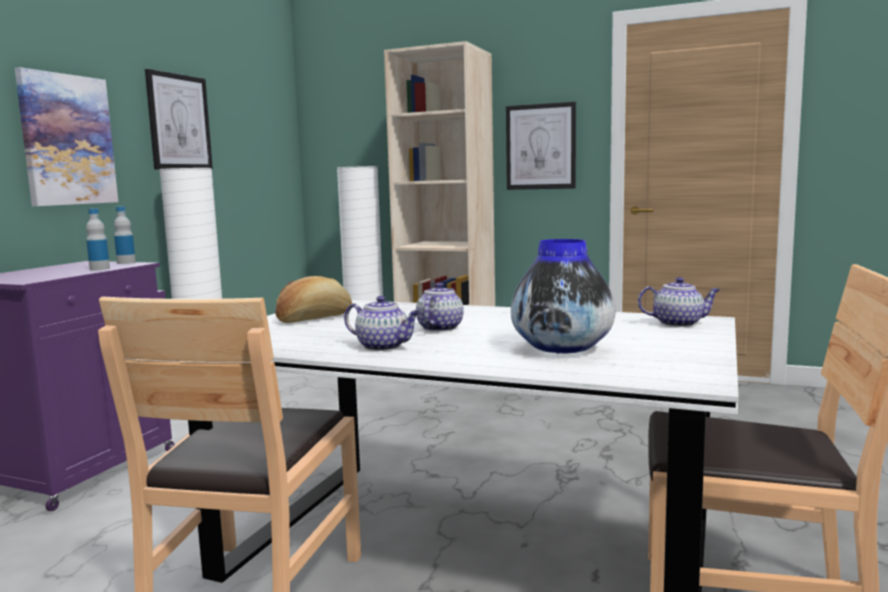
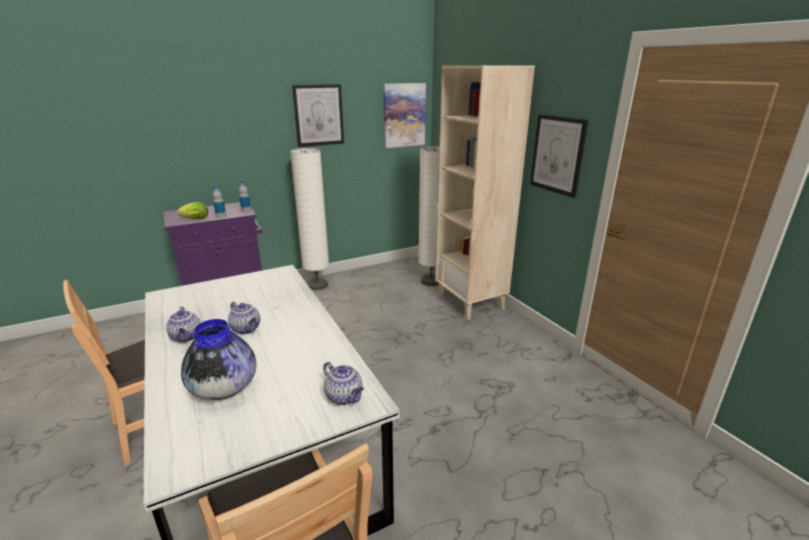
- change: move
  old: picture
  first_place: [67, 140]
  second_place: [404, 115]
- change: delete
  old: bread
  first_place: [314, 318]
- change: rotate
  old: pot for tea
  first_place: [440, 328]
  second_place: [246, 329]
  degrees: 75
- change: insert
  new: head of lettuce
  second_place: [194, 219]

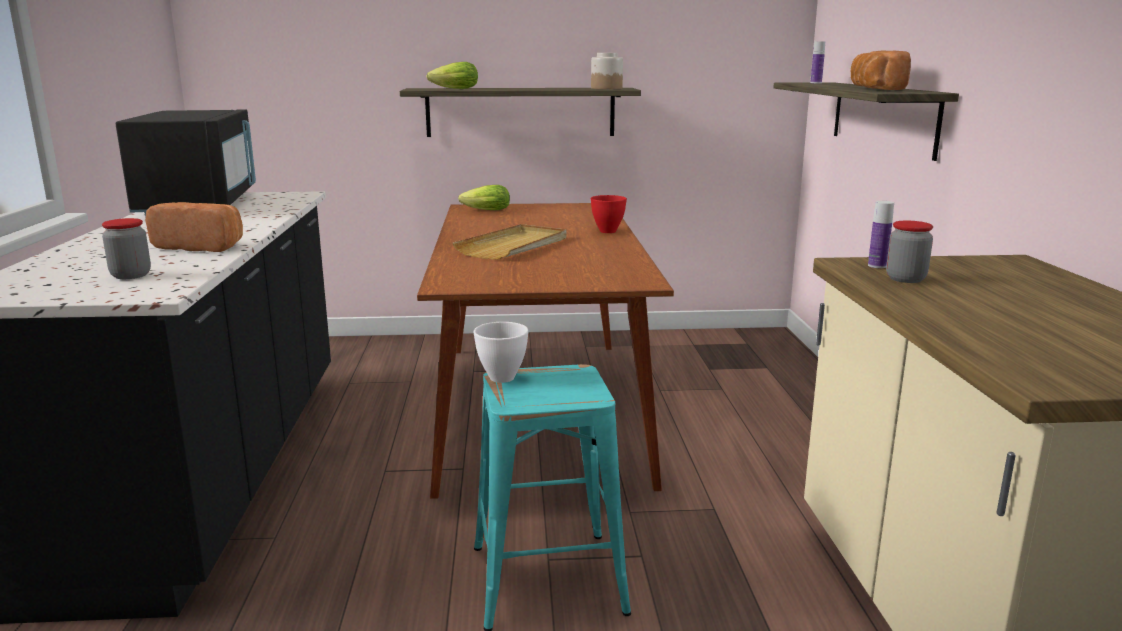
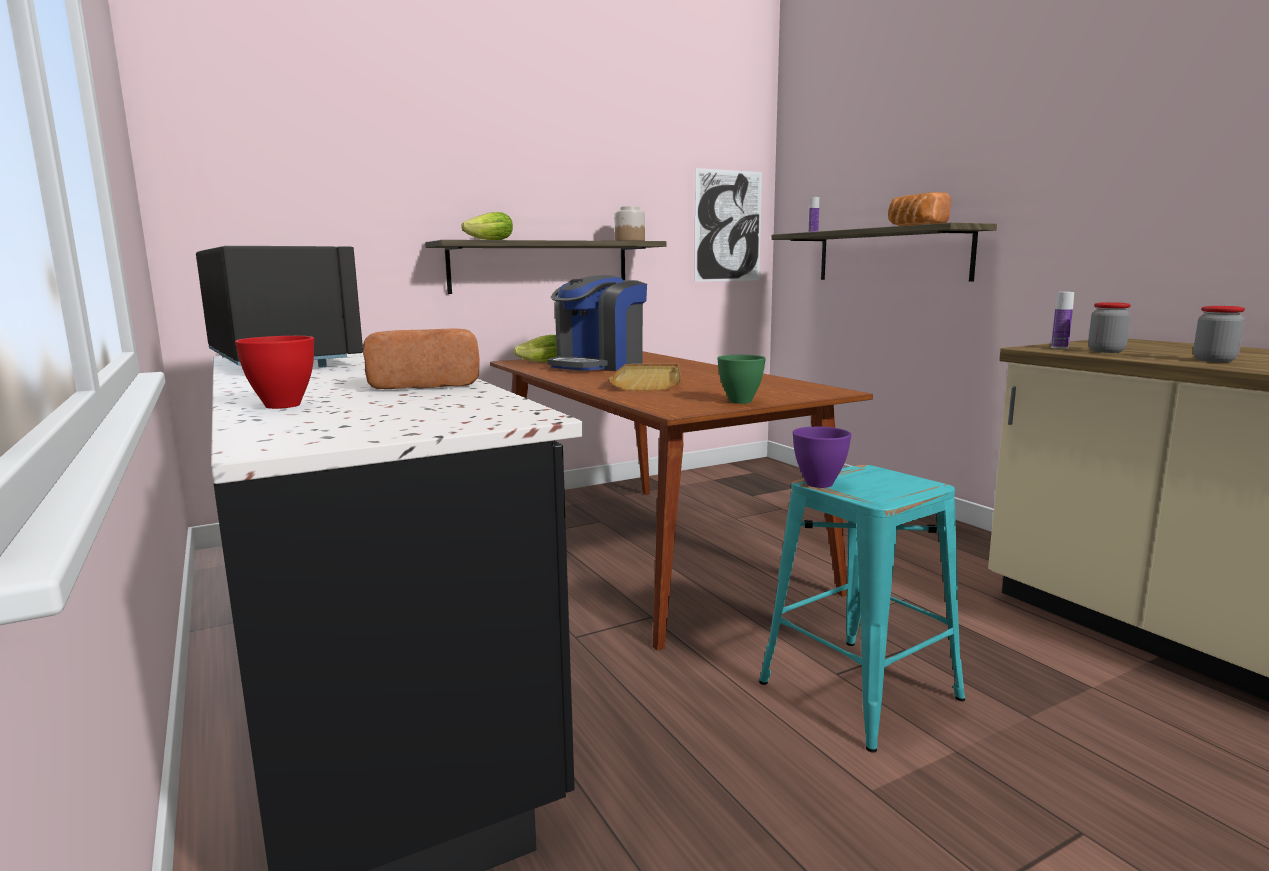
- change: move
  old: bowl/red-coloured
  first_place: [607, 231]
  second_place: [281, 406]
- change: move
  old: jar
  first_place: [131, 275]
  second_place: [1214, 360]
- change: recolor
  old: bowl/white-coloured
  new: bowl/purplish
  first_place: [501, 378]
  second_place: [819, 484]
- change: insert
  new: picture
  second_place: [728, 226]
- change: insert
  new: coffee brewer
  second_place: [599, 365]
- change: insert
  new: bowl/green-coloured
  second_place: [739, 401]

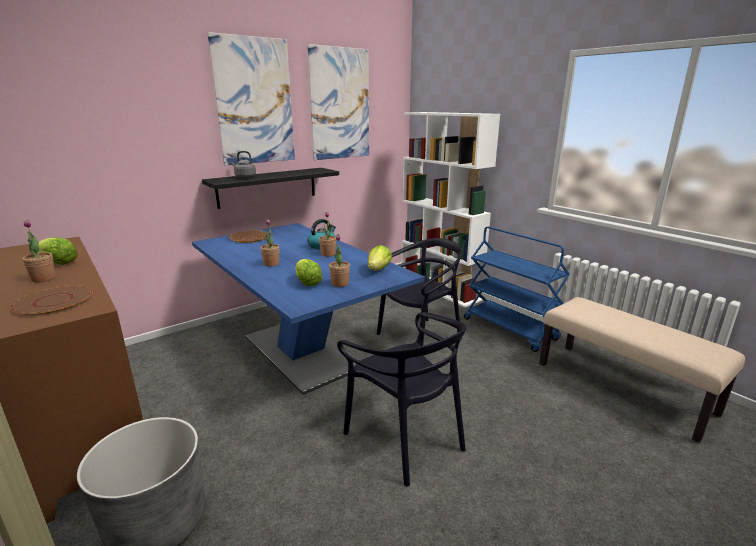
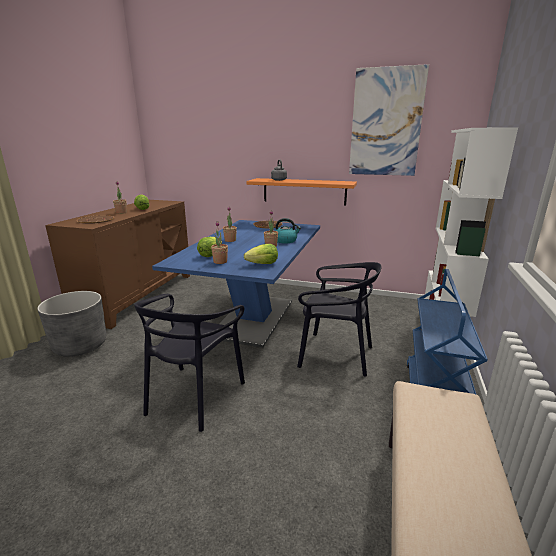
- change: delete
  old: picture
  first_place: [255, 102]
- change: recolor
  old: shelf/black-coloured
  new: shelf/orangey
  first_place: [267, 187]
  second_place: [304, 191]

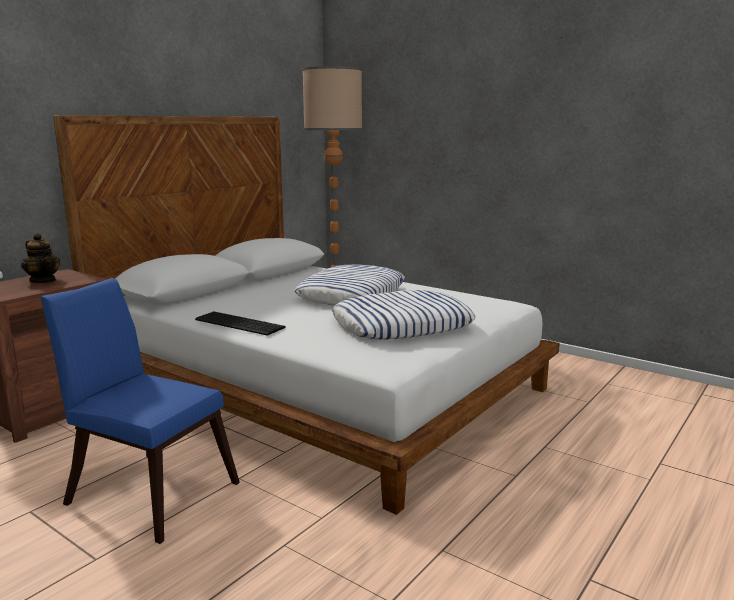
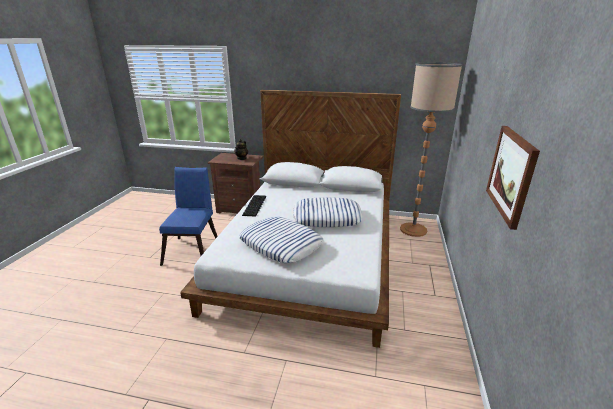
- change: insert
  new: picture
  second_place: [511, 174]

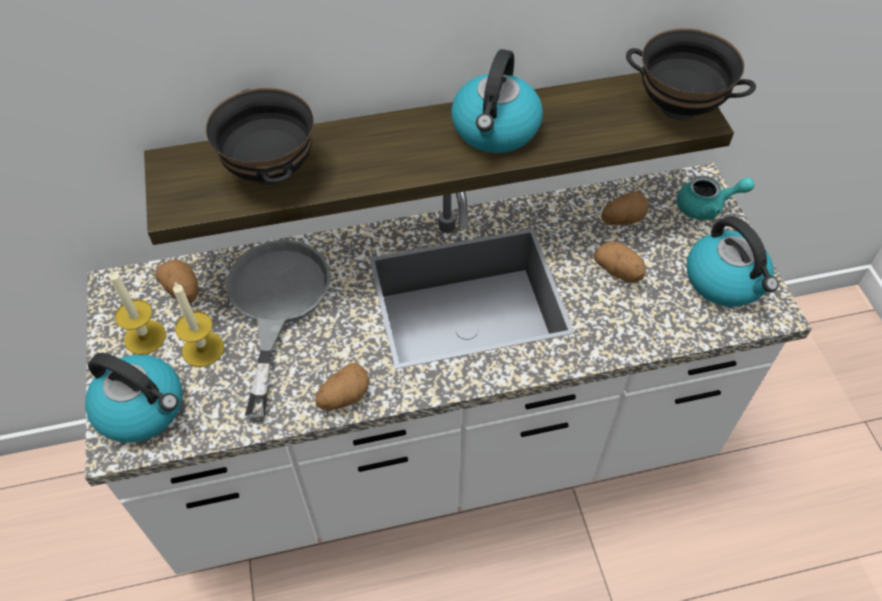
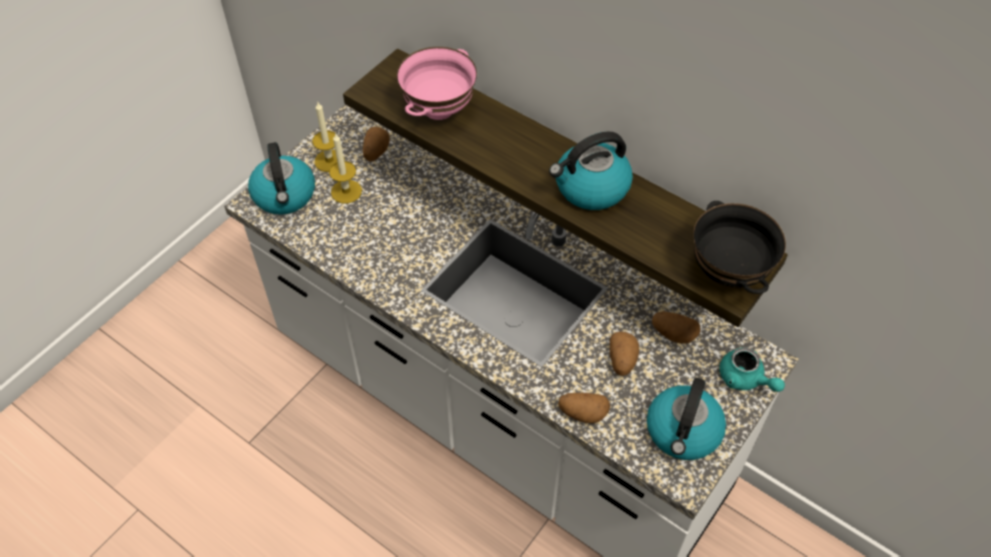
- change: recolor
  old: bowl/black-coloured
  new: bowl/pink-coloured
  first_place: [272, 171]
  second_place: [439, 110]
- change: delete
  old: skillet/gray
  first_place: [276, 304]
- change: move
  old: spud
  first_place: [343, 396]
  second_place: [582, 413]

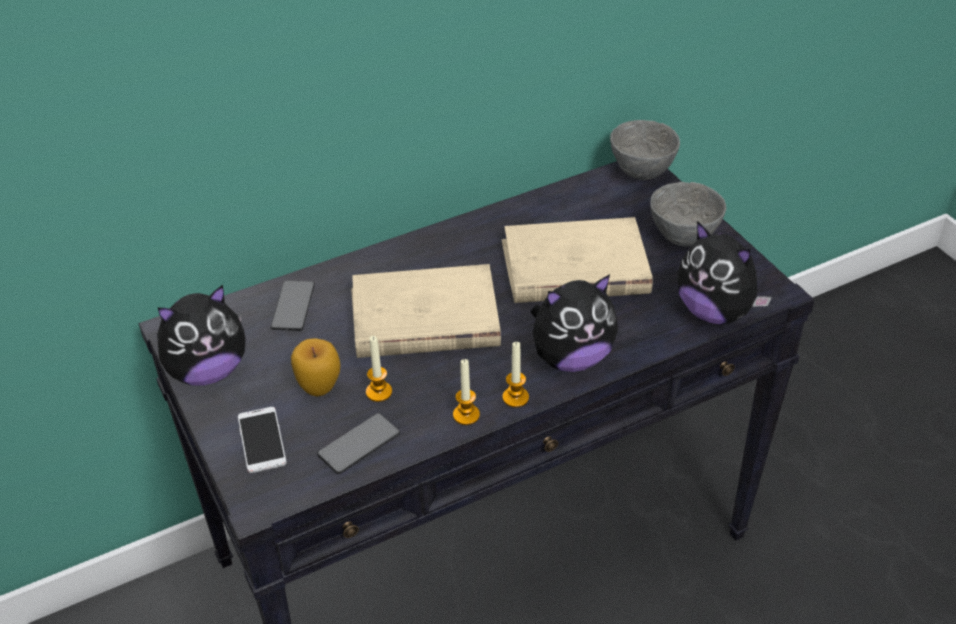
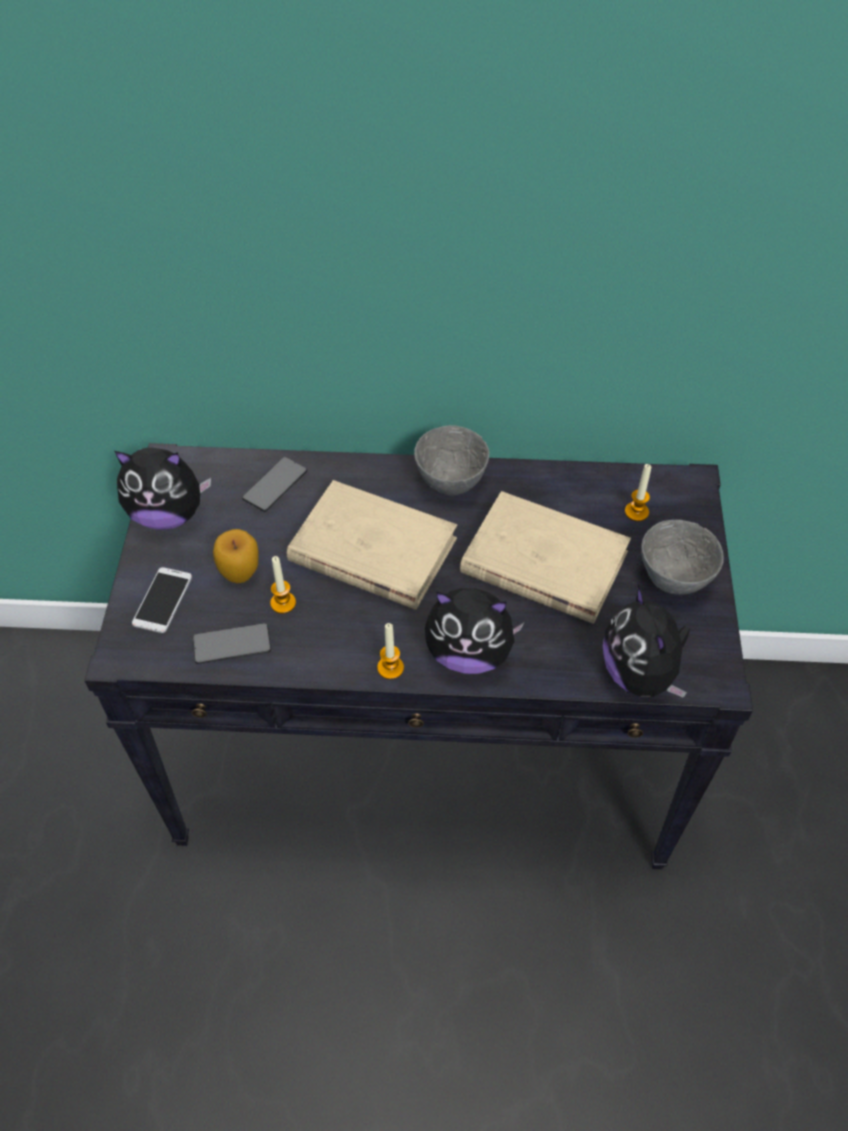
- change: move
  old: bowl/gray
  first_place: [641, 173]
  second_place: [449, 483]
- change: move
  old: wax light
  first_place: [466, 415]
  second_place: [636, 512]

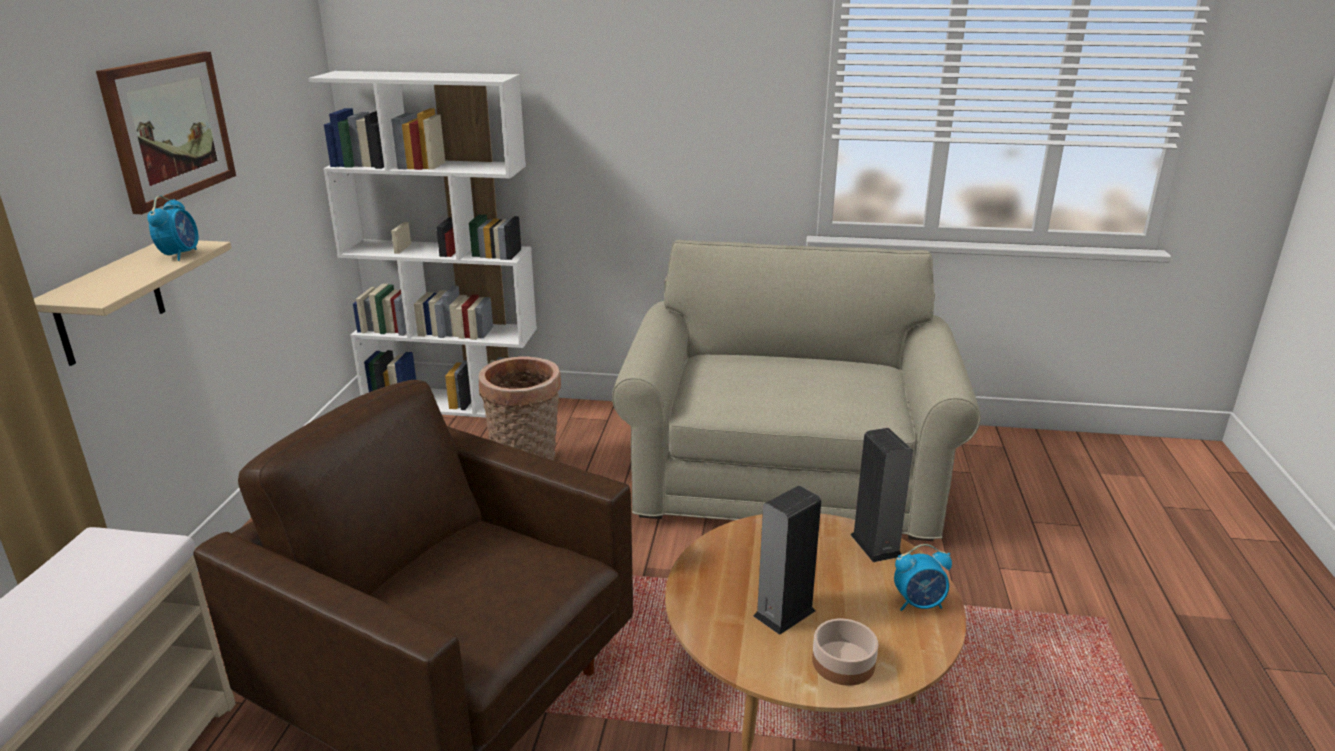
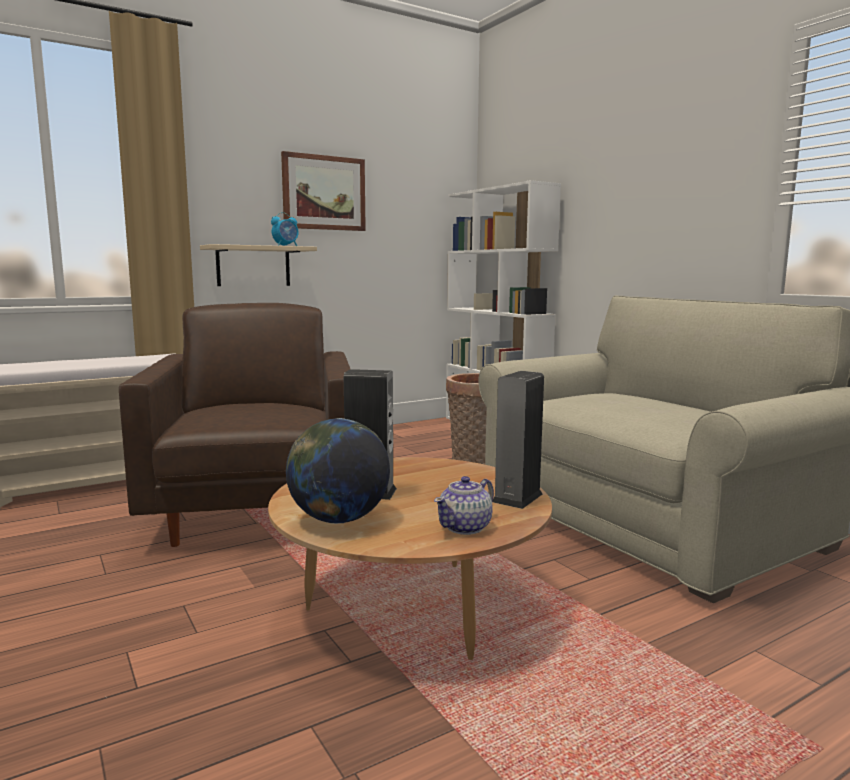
- change: replace
  old: alarm clock
  new: pot for tea
  first_place: [919, 604]
  second_place: [465, 527]
- change: replace
  old: bowl
  new: globe
  first_place: [842, 663]
  second_place: [339, 520]

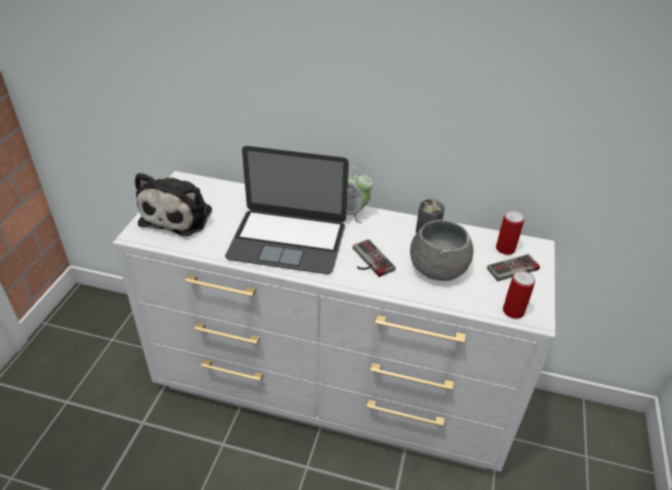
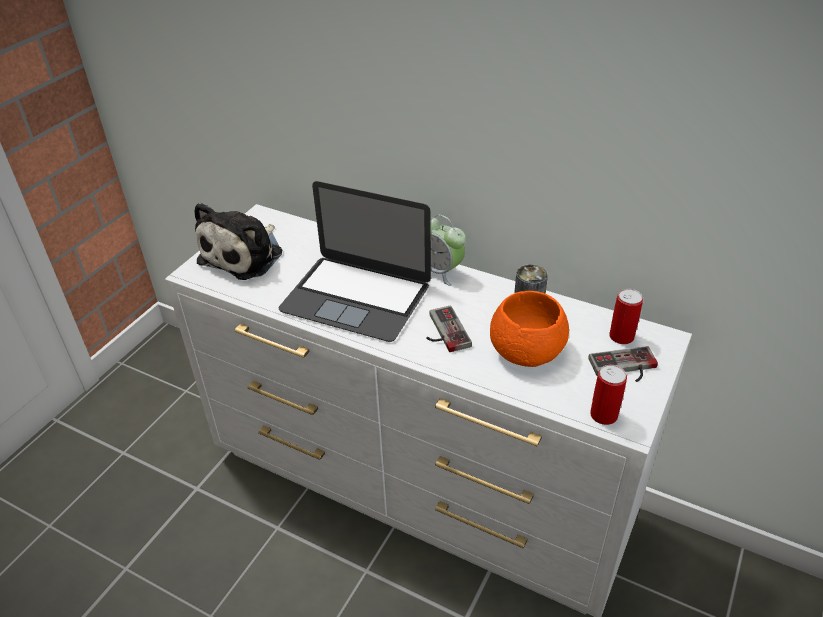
- change: recolor
  old: bowl/gray
  new: bowl/orangey
  first_place: [437, 267]
  second_place: [526, 349]

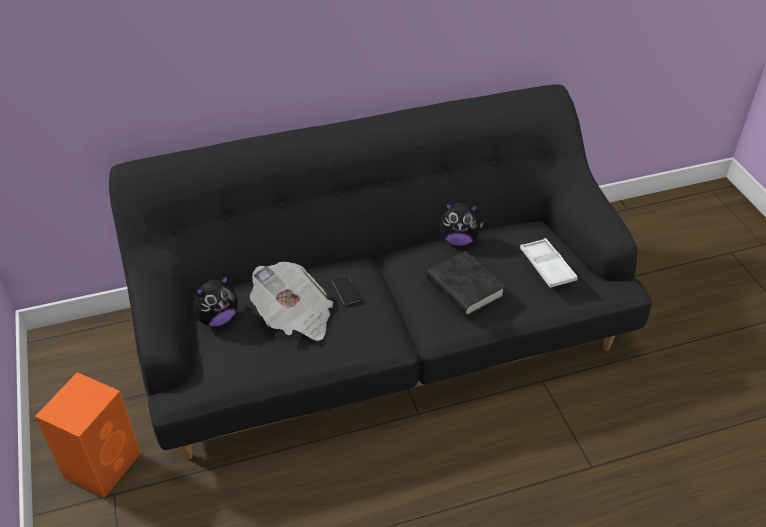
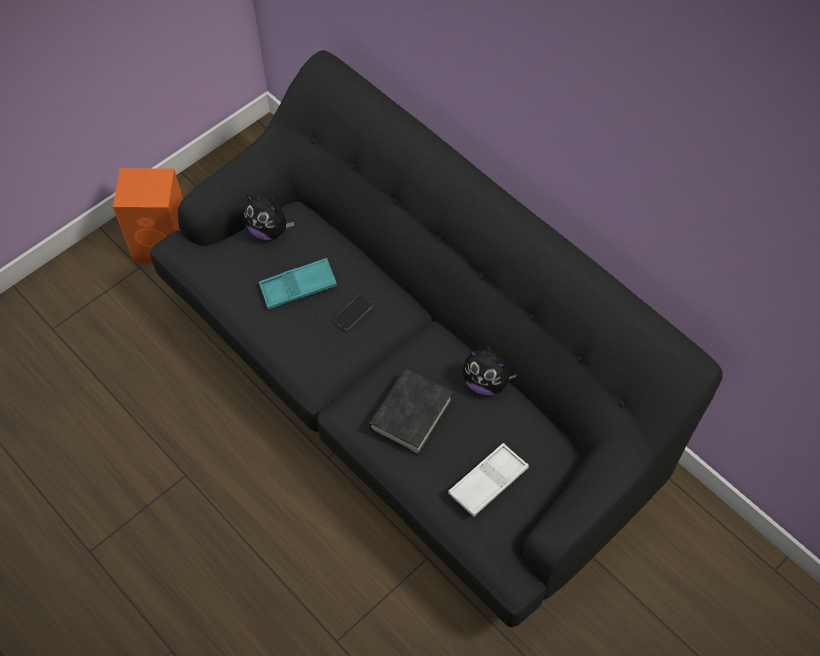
- change: rotate
  old: plush toy
  first_place: [458, 240]
  second_place: [486, 382]
  degrees: -45
- change: replace
  old: printed paper
  new: carrying tray/turquoise-coloured
  first_place: [294, 317]
  second_place: [298, 287]

